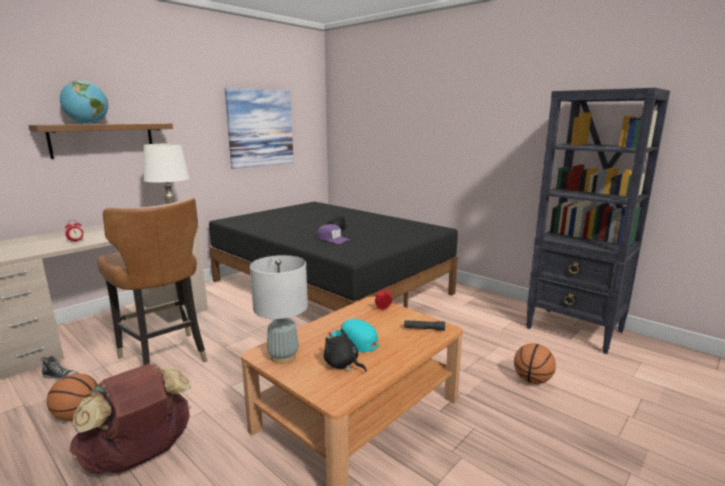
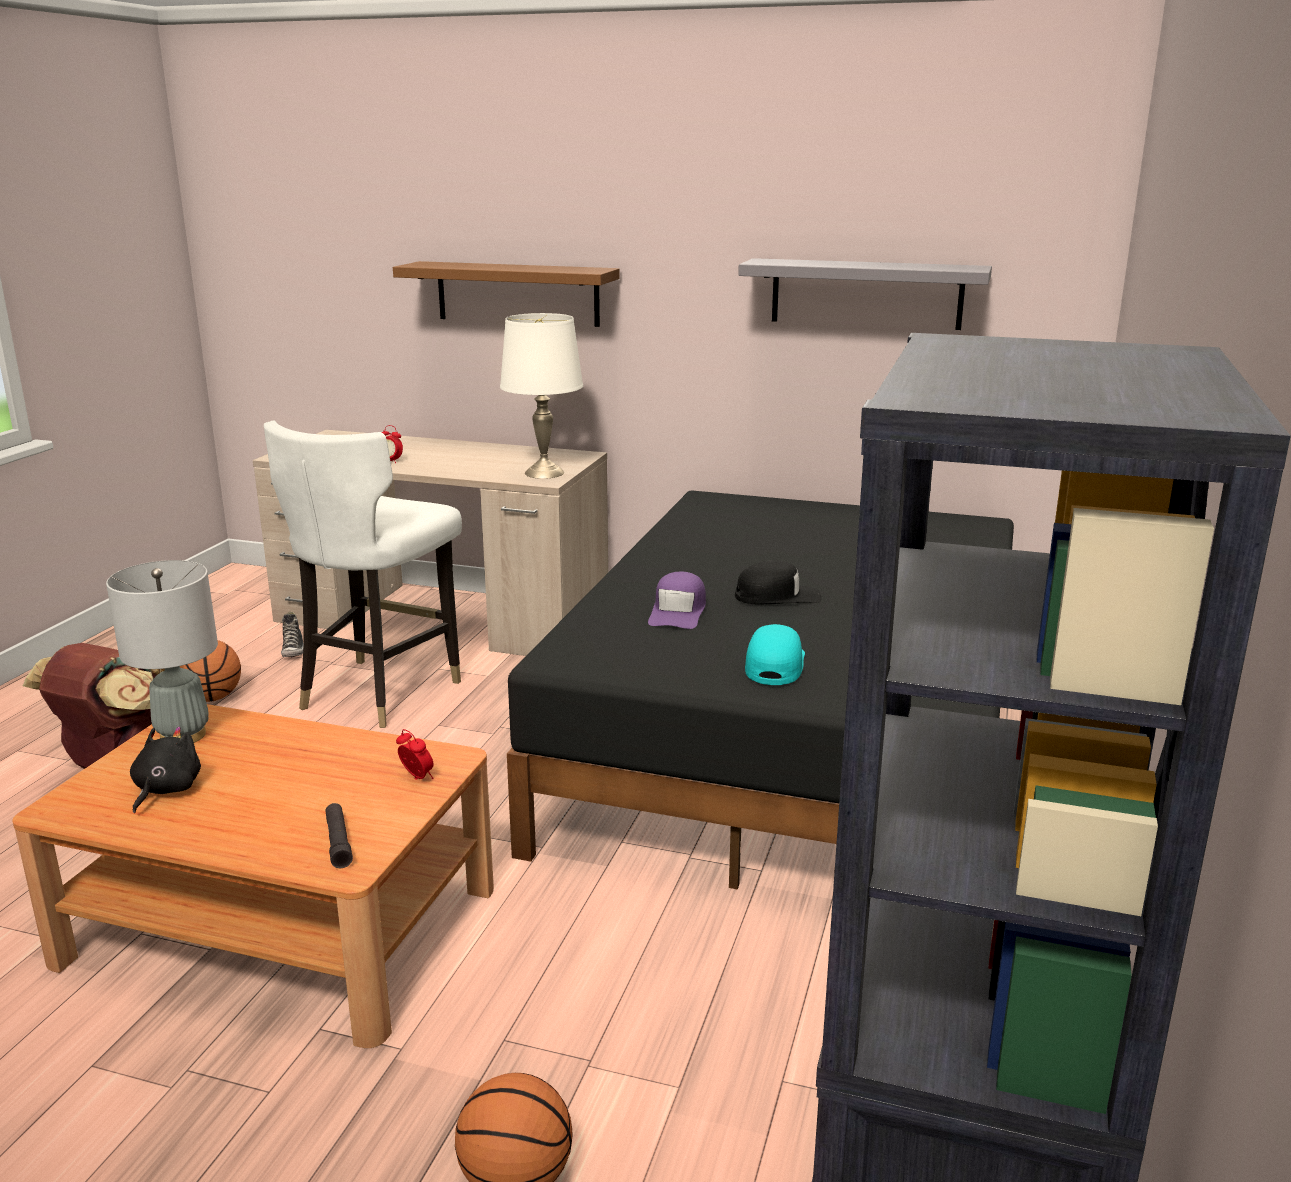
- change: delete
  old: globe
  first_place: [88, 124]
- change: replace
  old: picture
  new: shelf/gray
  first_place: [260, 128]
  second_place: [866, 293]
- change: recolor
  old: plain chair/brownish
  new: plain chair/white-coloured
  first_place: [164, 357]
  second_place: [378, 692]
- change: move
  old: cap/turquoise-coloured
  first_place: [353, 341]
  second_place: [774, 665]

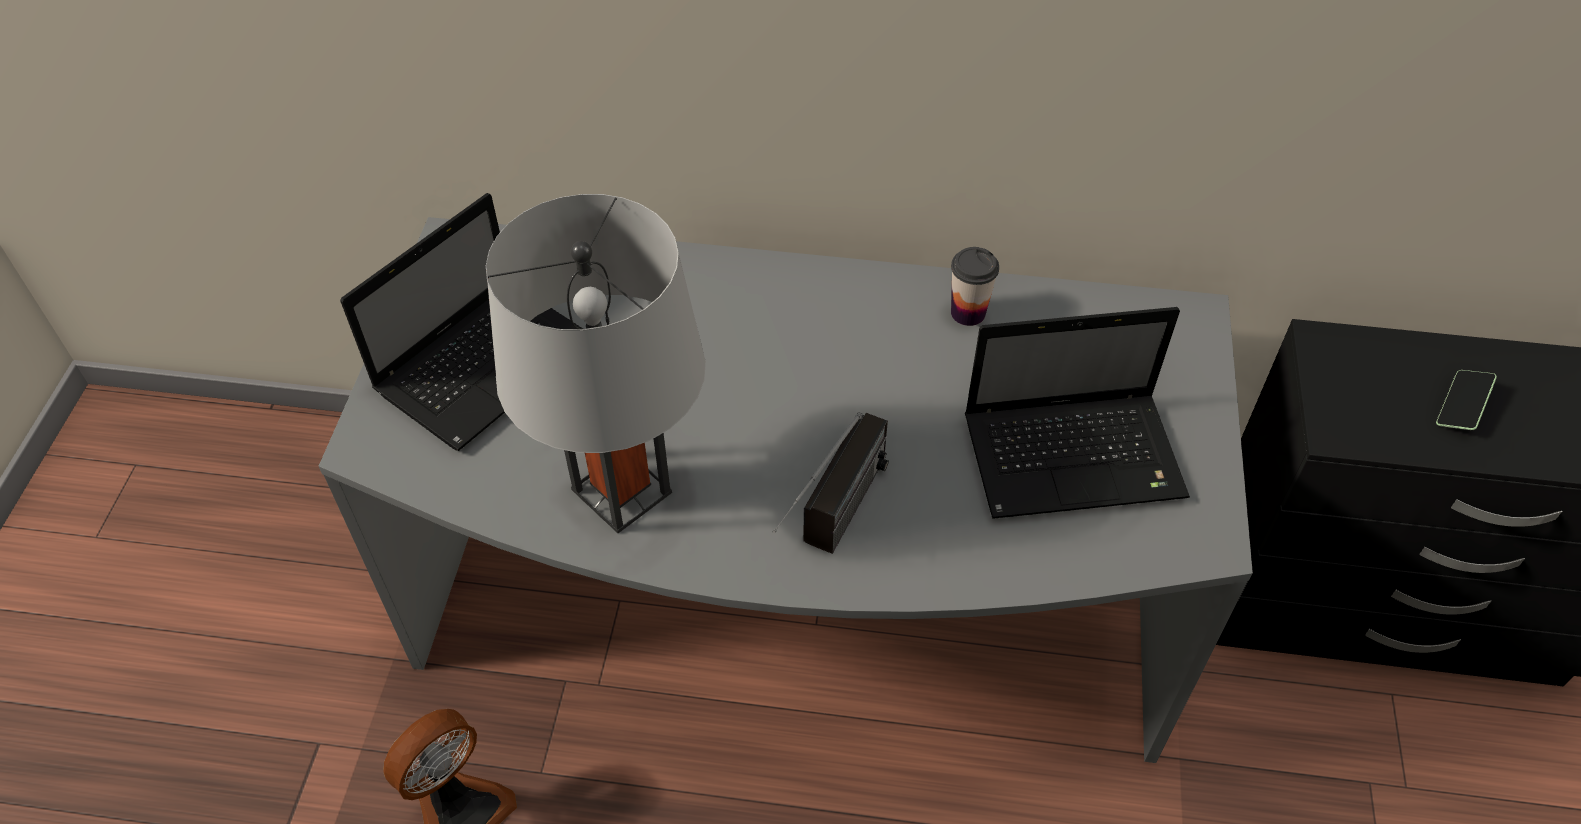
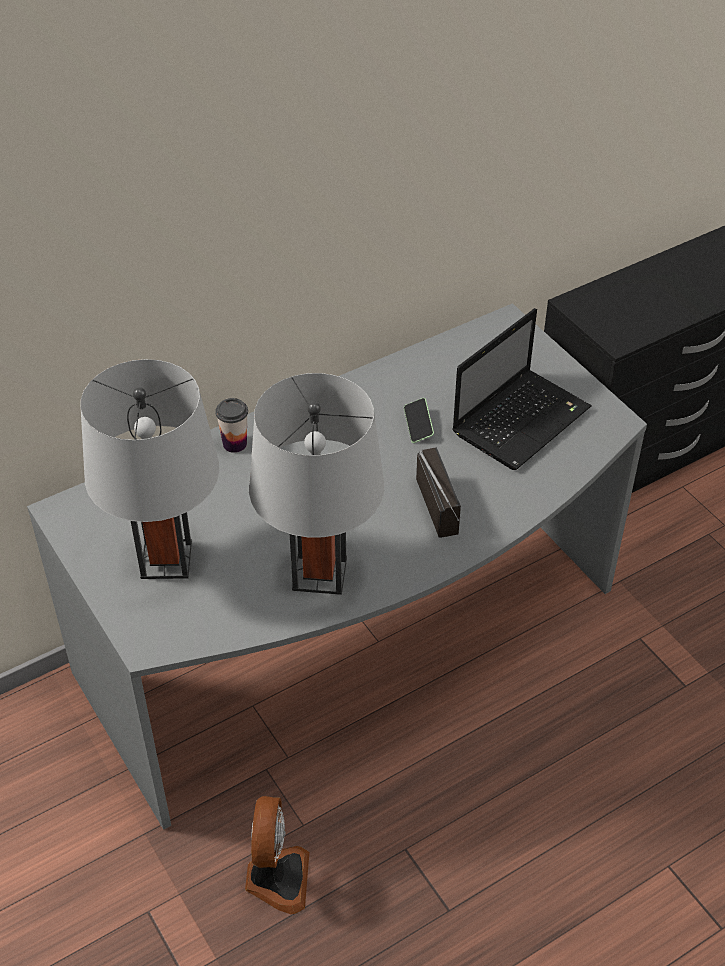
- change: replace
  old: portable computer
  new: table lamp/gray
  first_place: [488, 363]
  second_place: [166, 559]
- change: move
  old: cup
  first_place: [968, 313]
  second_place: [235, 444]
- change: move
  old: telephone
  first_place: [1461, 407]
  second_place: [418, 425]

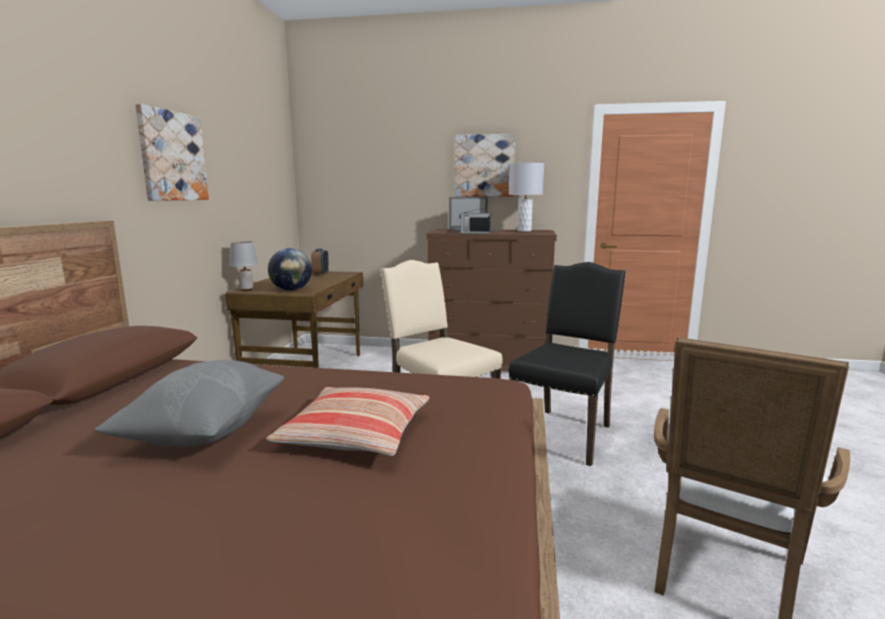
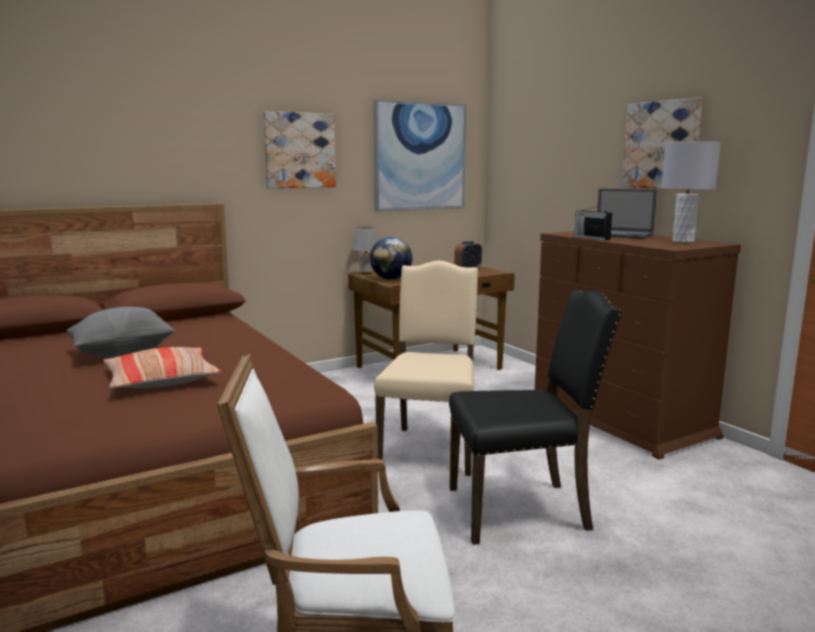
- change: insert
  new: picture
  second_place: [420, 157]

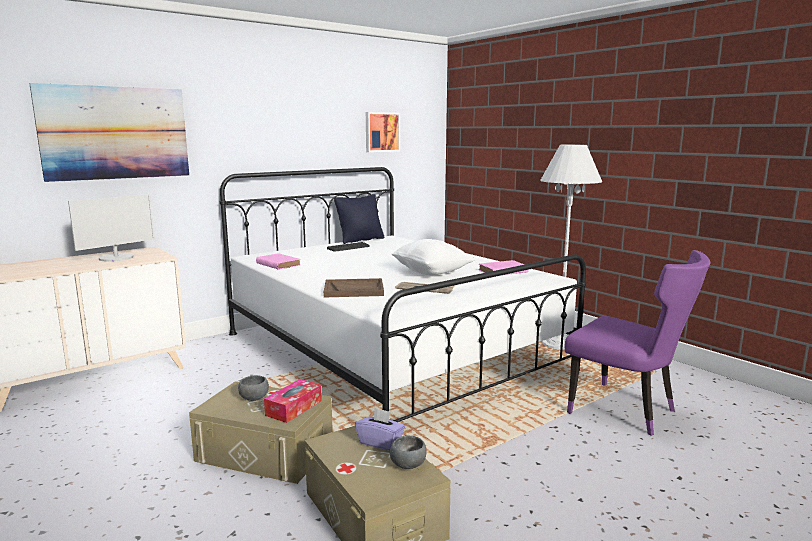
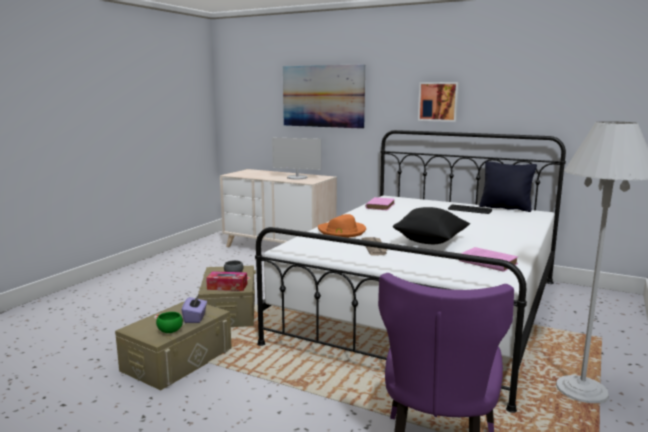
- change: move
  old: picture
  first_place: [381, 132]
  second_place: [438, 101]
- change: recolor
  old: pillow/white-coloured
  new: pillow/black-coloured
  first_place: [431, 273]
  second_place: [431, 242]
- change: replace
  old: carrying tray/brownish
  new: clothing hat/orangey
  first_place: [354, 290]
  second_place: [342, 232]
- change: recolor
  old: bowl/gray
  new: bowl/green-coloured
  first_place: [409, 465]
  second_place: [170, 331]

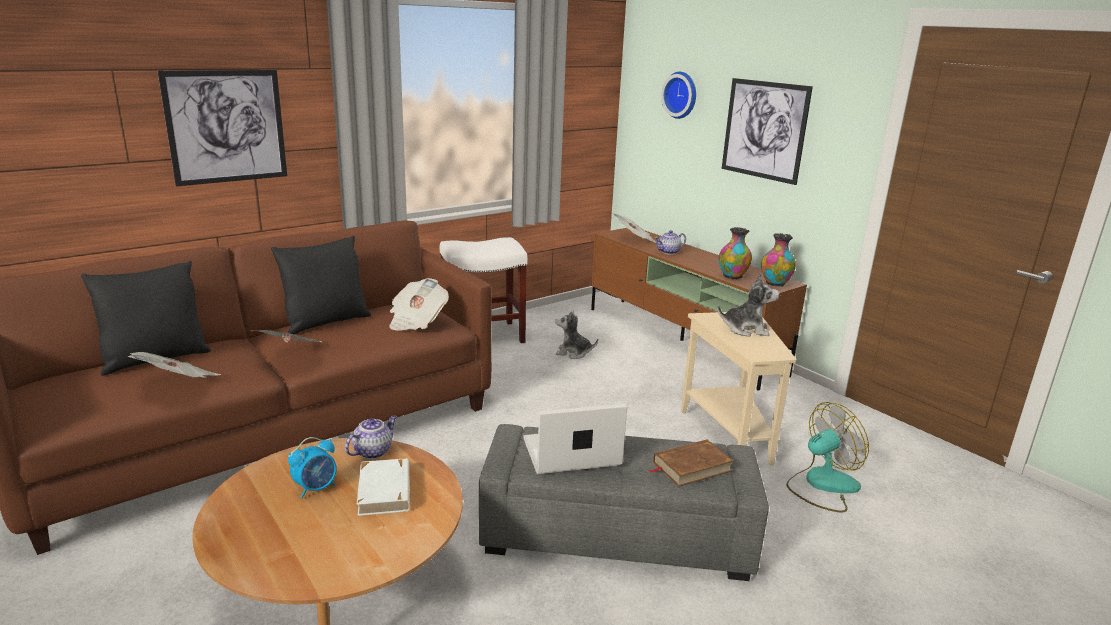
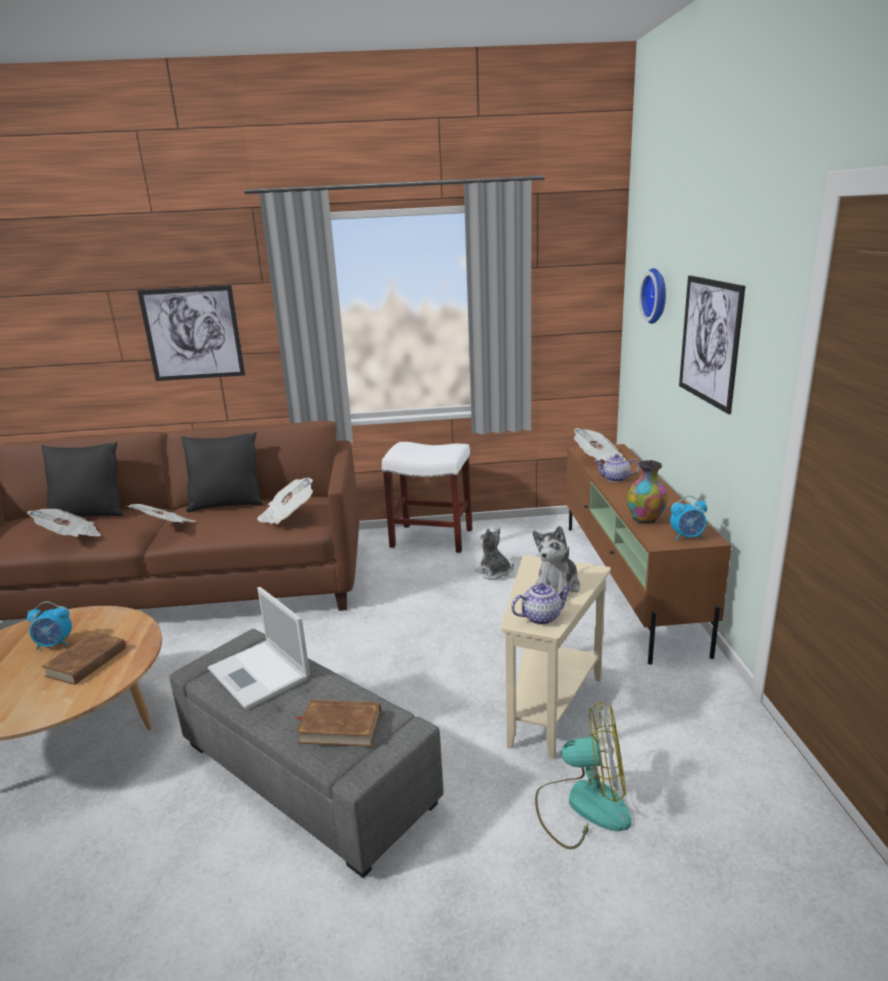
- change: replace
  old: vase
  new: alarm clock
  first_place: [775, 283]
  second_place: [687, 537]
- change: rotate
  old: plush toy
  first_place: [746, 329]
  second_place: [557, 587]
  degrees: 75
- change: rotate
  old: portable computer
  first_place: [569, 453]
  second_place: [260, 674]
  degrees: -150
- change: move
  old: pot for tea
  first_place: [373, 451]
  second_place: [541, 617]
- change: recolor
  old: book/white-coloured
  new: book/brownish
  first_place: [385, 491]
  second_place: [87, 662]

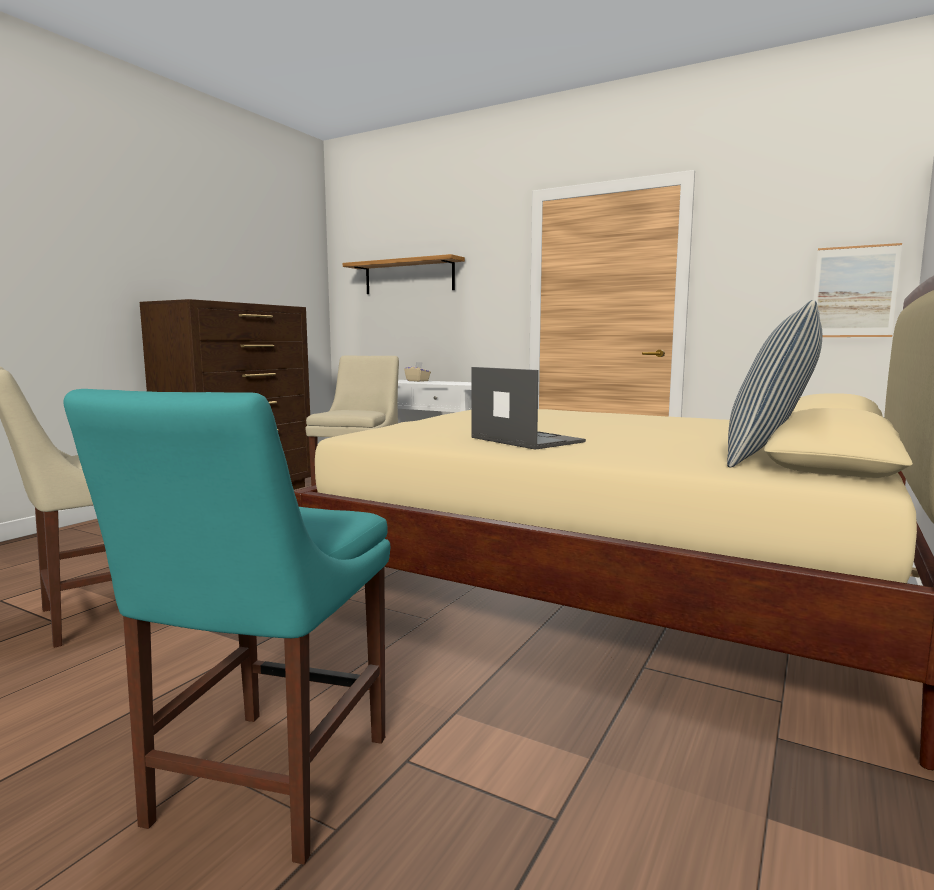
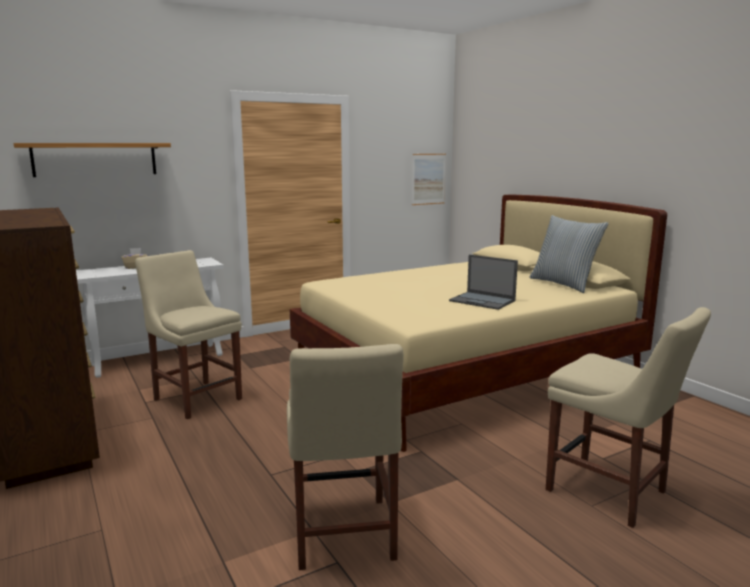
- change: rotate
  old: portable computer
  first_place: [525, 440]
  second_place: [483, 301]
  degrees: -135
- change: recolor
  old: plain chair/turquoise-coloured
  new: plain chair/sand-coloured
  first_place: [264, 786]
  second_place: [611, 493]

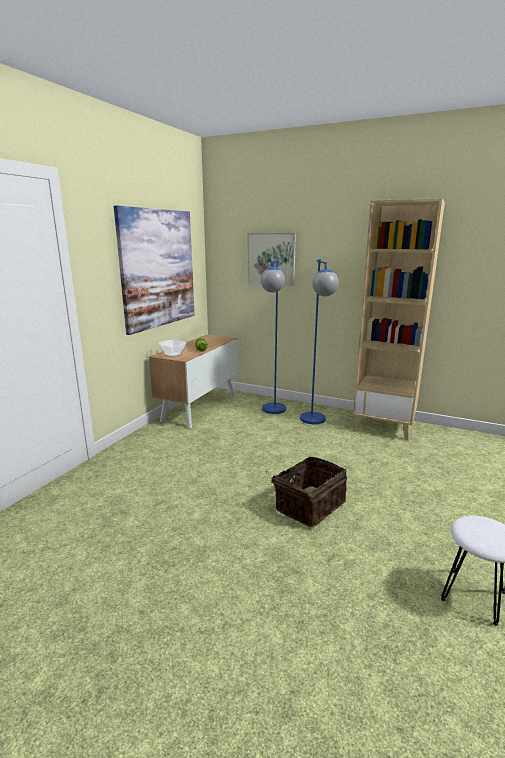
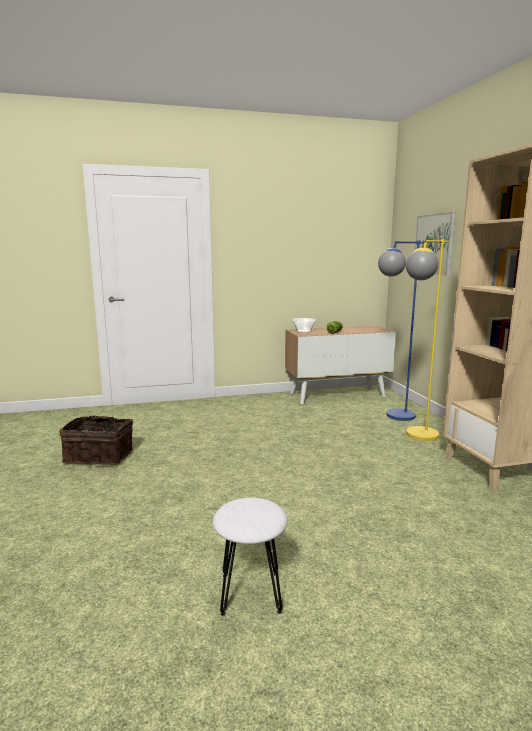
- change: delete
  old: picture
  first_place: [158, 269]
- change: recolor
  old: standing lamp/blue-coloured
  new: standing lamp/yellow-coloured
  first_place: [314, 423]
  second_place: [416, 438]
- change: move
  old: storage basket
  first_place: [308, 505]
  second_place: [100, 456]

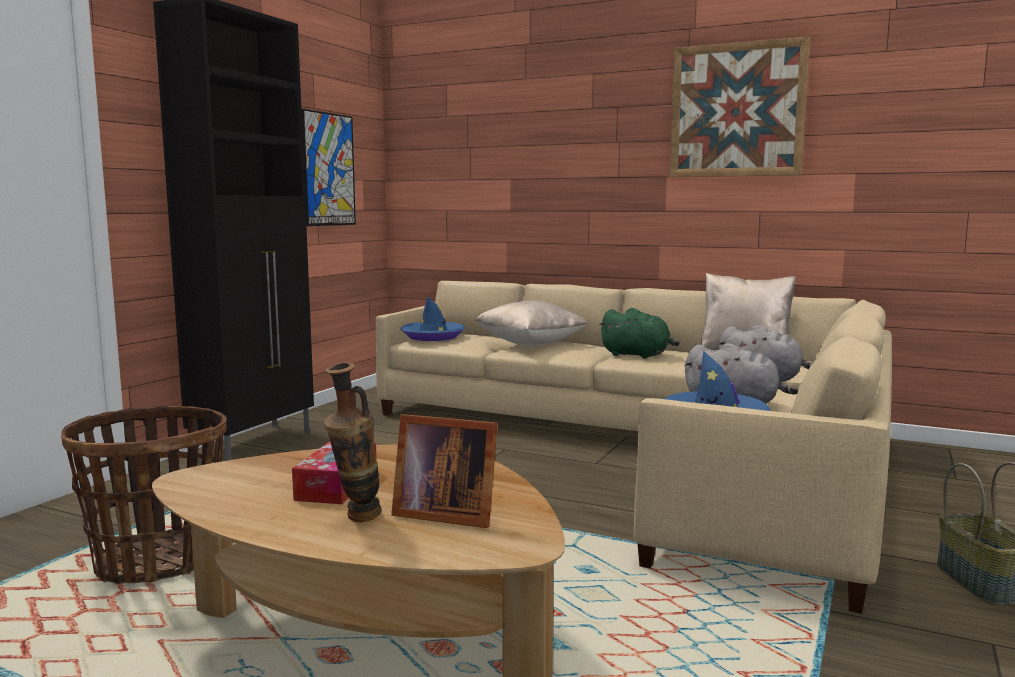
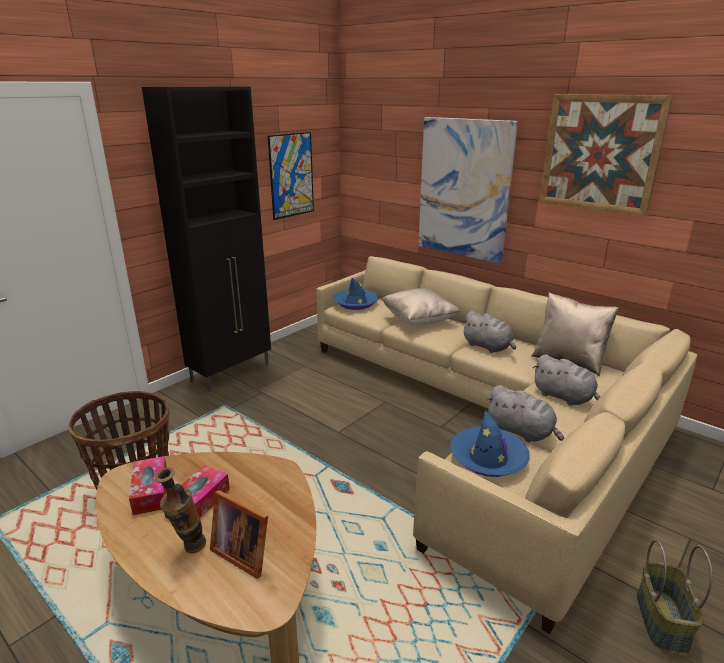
- change: recolor
  old: plush toy/green-coloured
  new: plush toy/gray
  first_place: [637, 355]
  second_place: [488, 347]
- change: insert
  new: picture
  second_place: [464, 189]
- change: insert
  new: box of tissues
  second_place: [151, 492]

